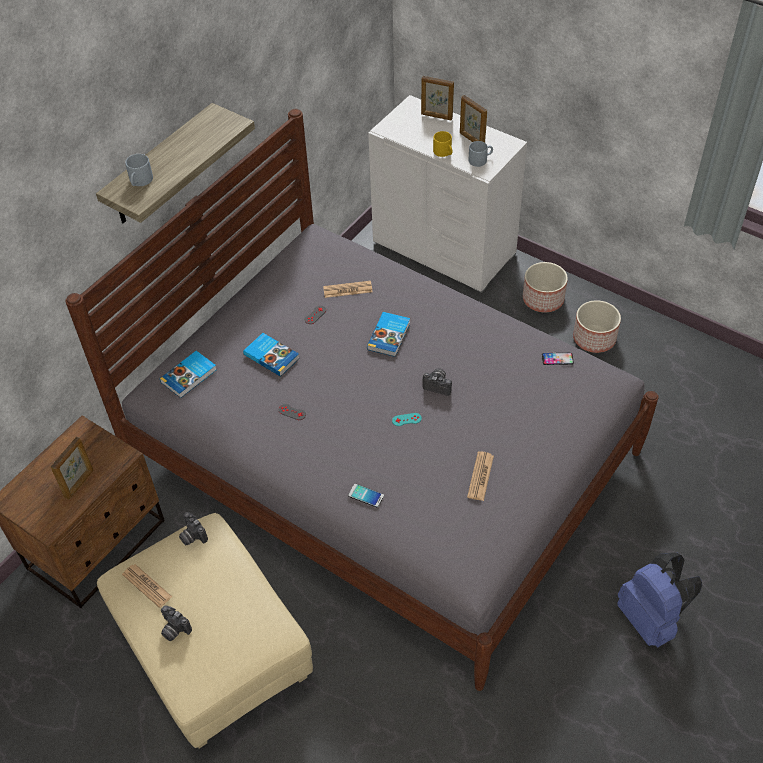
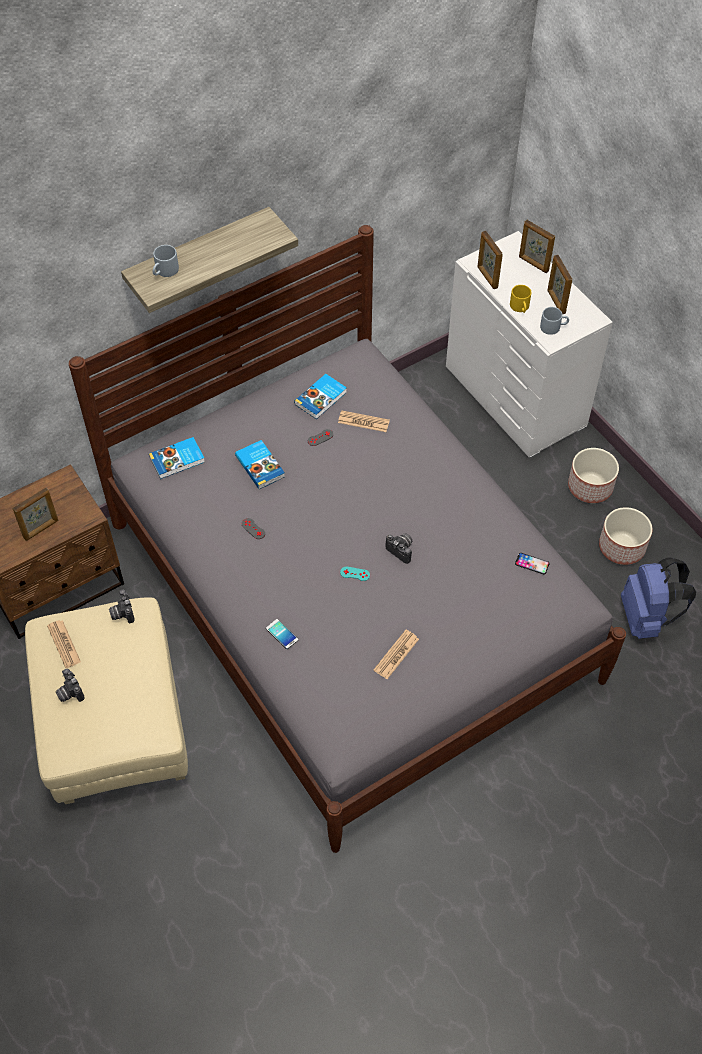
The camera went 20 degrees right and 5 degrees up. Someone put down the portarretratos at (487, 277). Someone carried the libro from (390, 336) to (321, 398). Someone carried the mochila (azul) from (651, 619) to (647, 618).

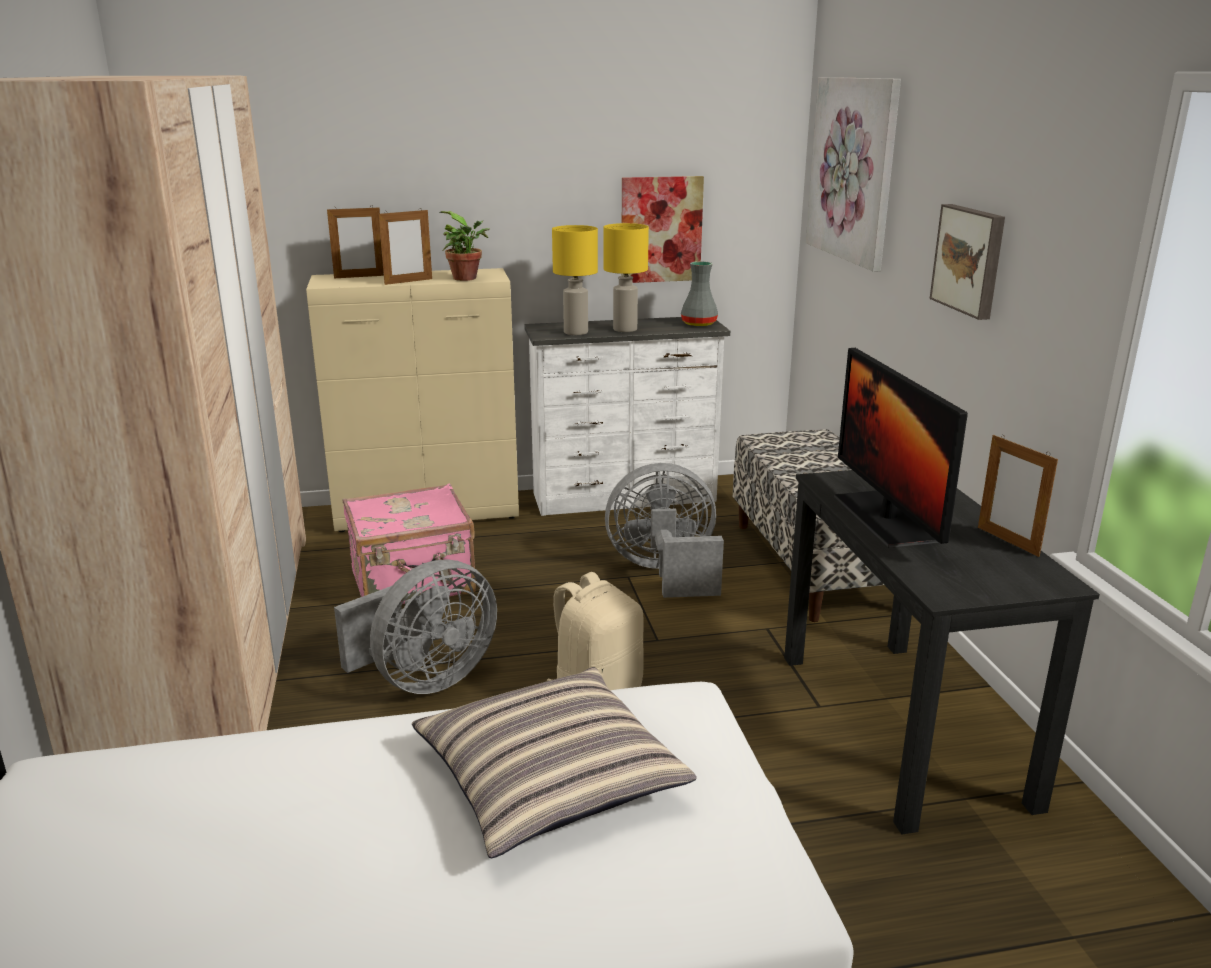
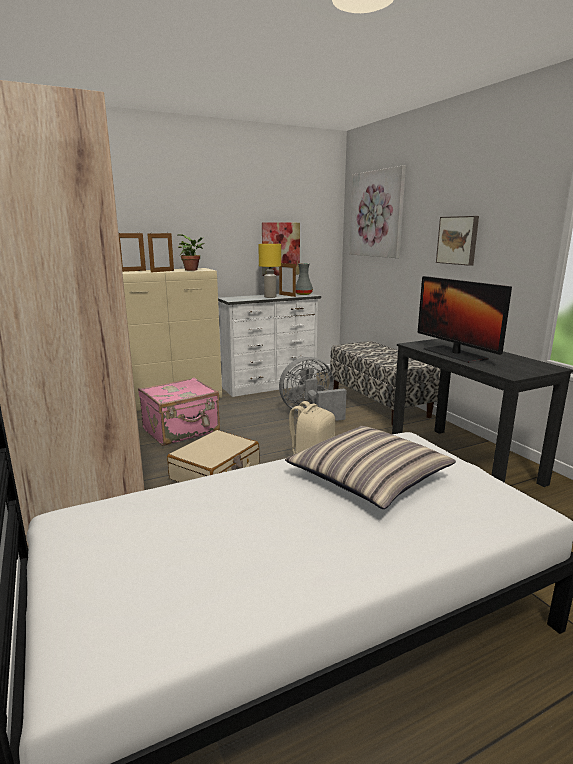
The camera went 15 degrees left and 5 degrees down. Someone took away the lámpara de mesa (amarillo) at (575, 332). Someone carried the portarretratos from (1007, 541) to (287, 295). Someone swapped the ventilador (gris) at (425, 680) for the maleta (beis) at (216, 472).

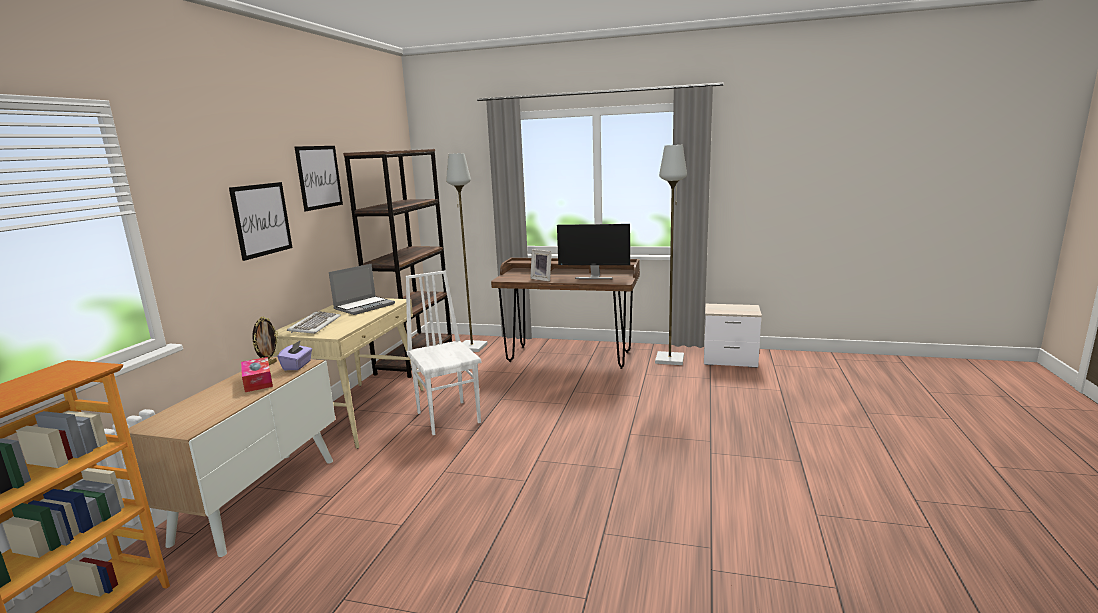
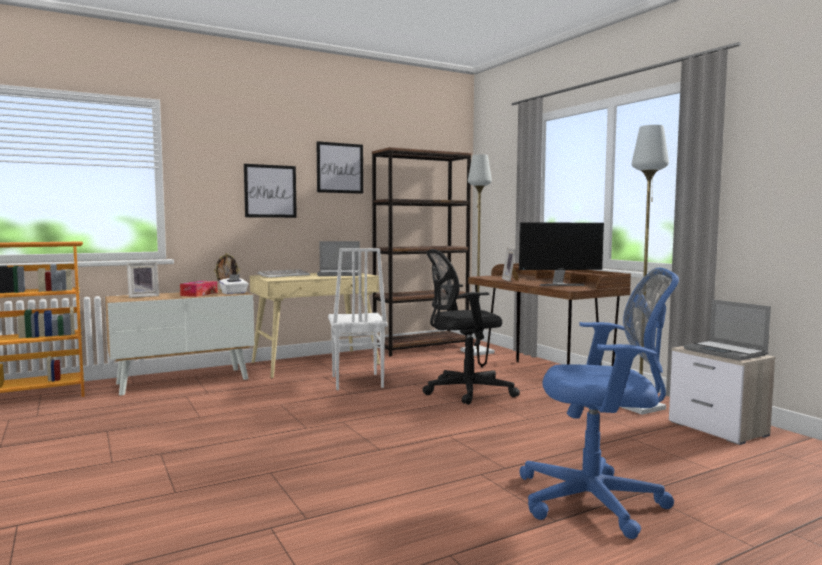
The camera went 45 degrees right and 10 degrees down. Someone put down the portarretratos at (143, 296). Someone put down the silla de oficina (negro) at (464, 391). Someone put down the silla de oficina (azul) at (598, 502). Someone put down the portátil at (726, 352). Someone repainted the caja de pañuelos (morado) at (297, 365), which became the caja de pañuelos (blanco) at (234, 293). Someone rotated the silla (blanco) at (449, 417) by 150 degrees clockwise. Someone rotated the monitor at (594, 277) by 60 degrees counterclockwise.

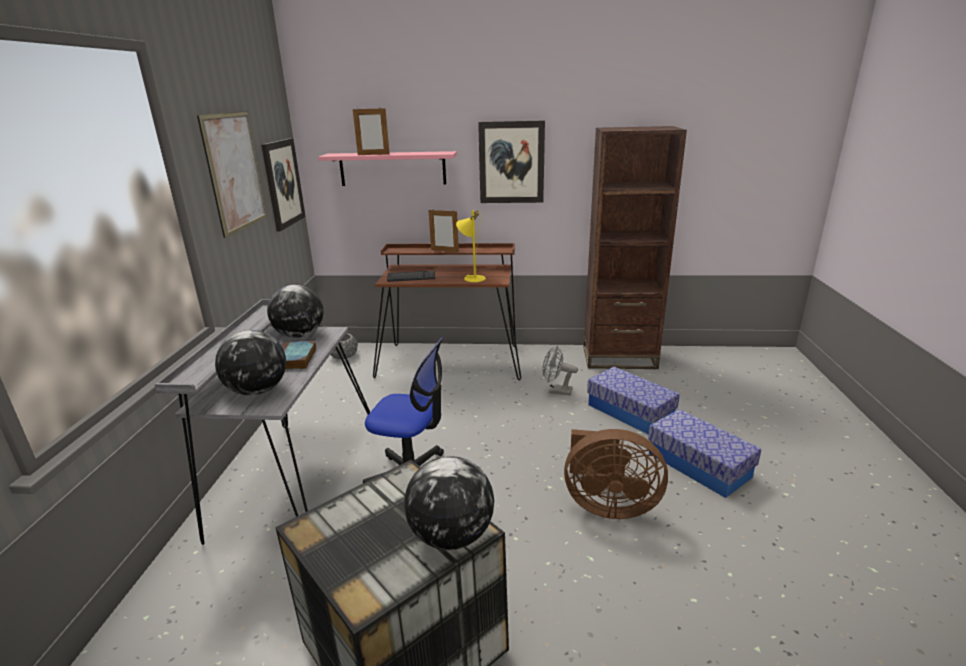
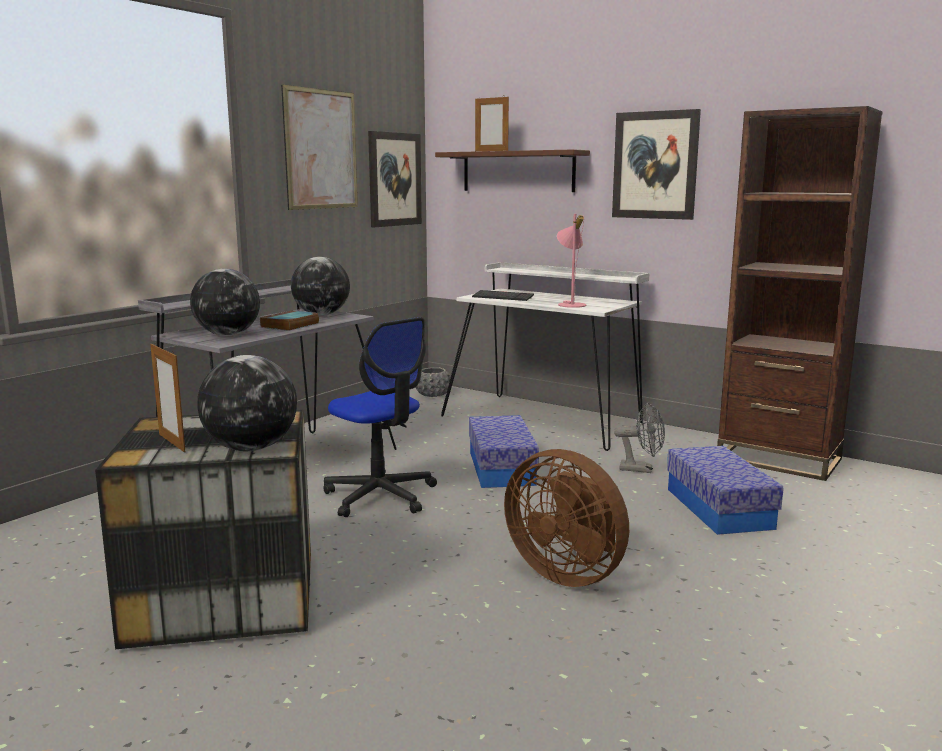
The camera went 30 degrees right and 10 degrees down. Someone carried the portarretratos from (444, 250) to (172, 443). Someone carried the caja de almacenaje from (698, 465) to (501, 468). Someone repainted the estante (rosa) at (392, 168), which became the estante (marrón) at (518, 171). Someone repainted the escritorio (marrón) at (451, 360), which became the escritorio (blanco) at (546, 419). Someone repainted the lámpara de mesa (amarillo) at (472, 277), which became the lámpara de mesa (rosa) at (570, 304). Someone rotated the ventilador (gris) at (556, 391) by 150 degrees clockwise.

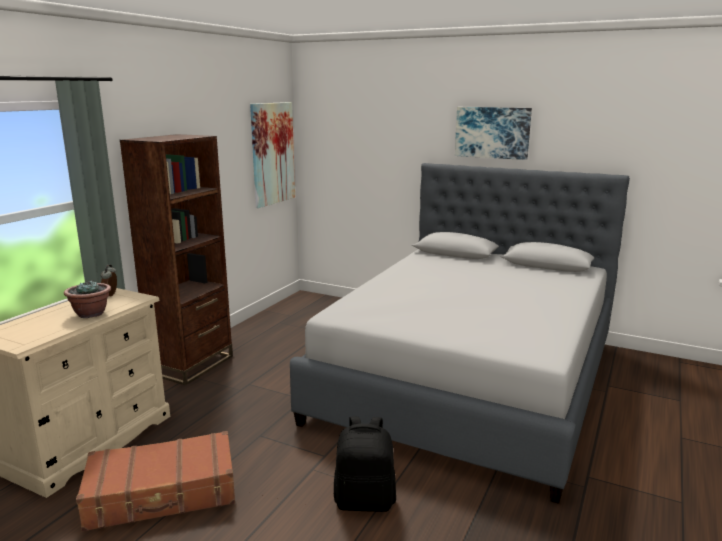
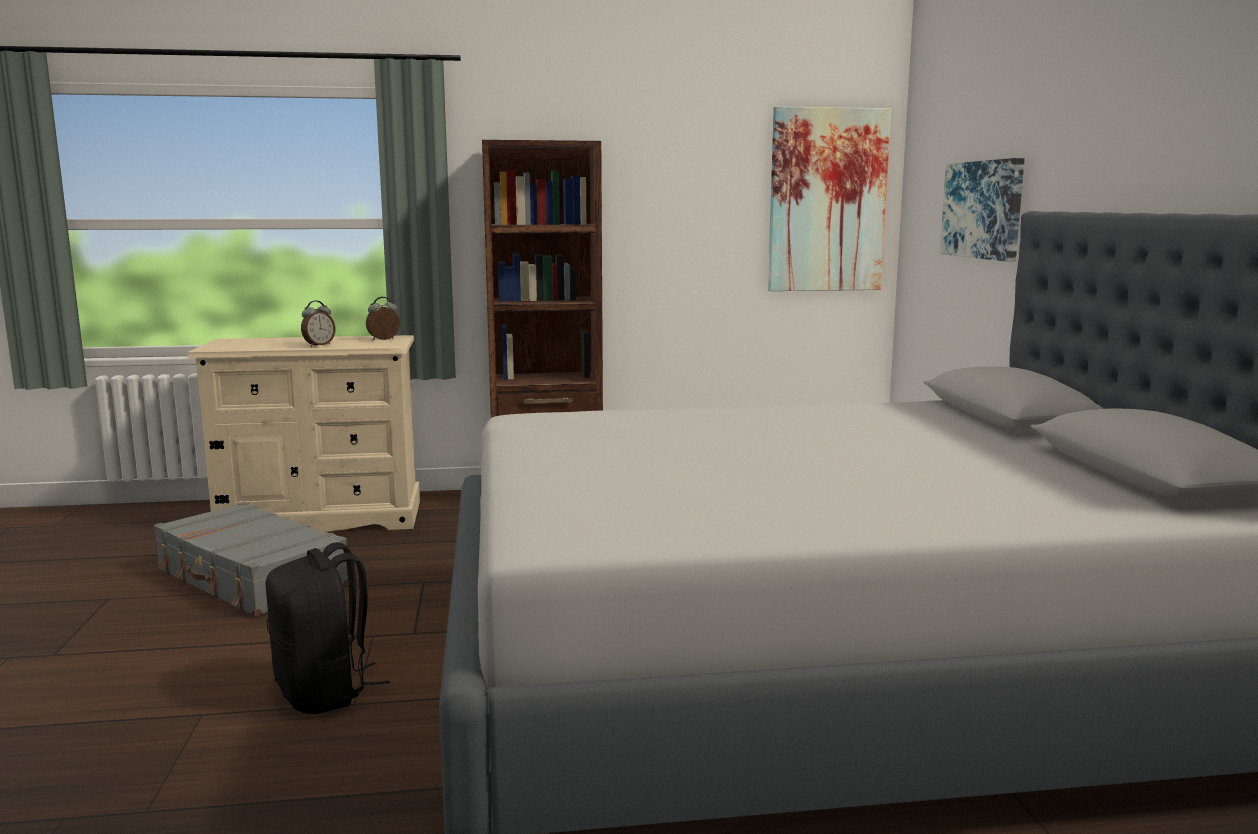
The camera went 55 degrees right and 5 degrees down. Someone carried the cuadro from (492, 132) to (983, 209). Someone swapped the planta en maceta at (91, 314) for the despertador at (318, 345). Someone repainted the maleta (marrón) at (162, 494), which became the maleta (gris) at (250, 578).

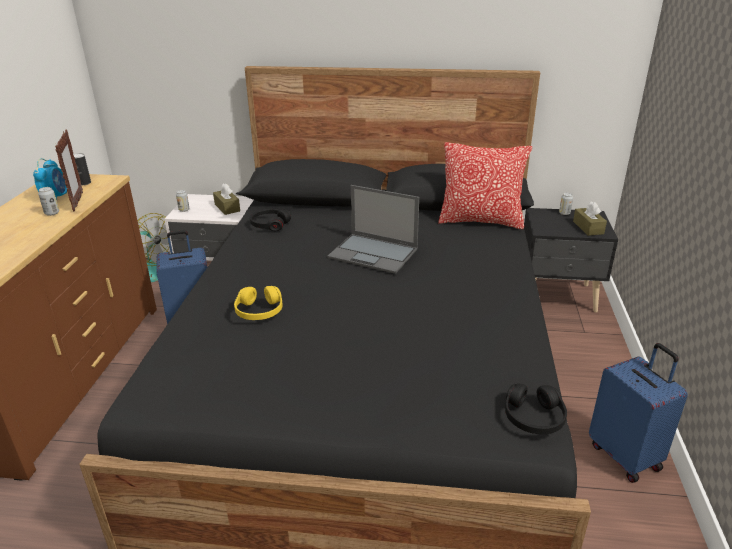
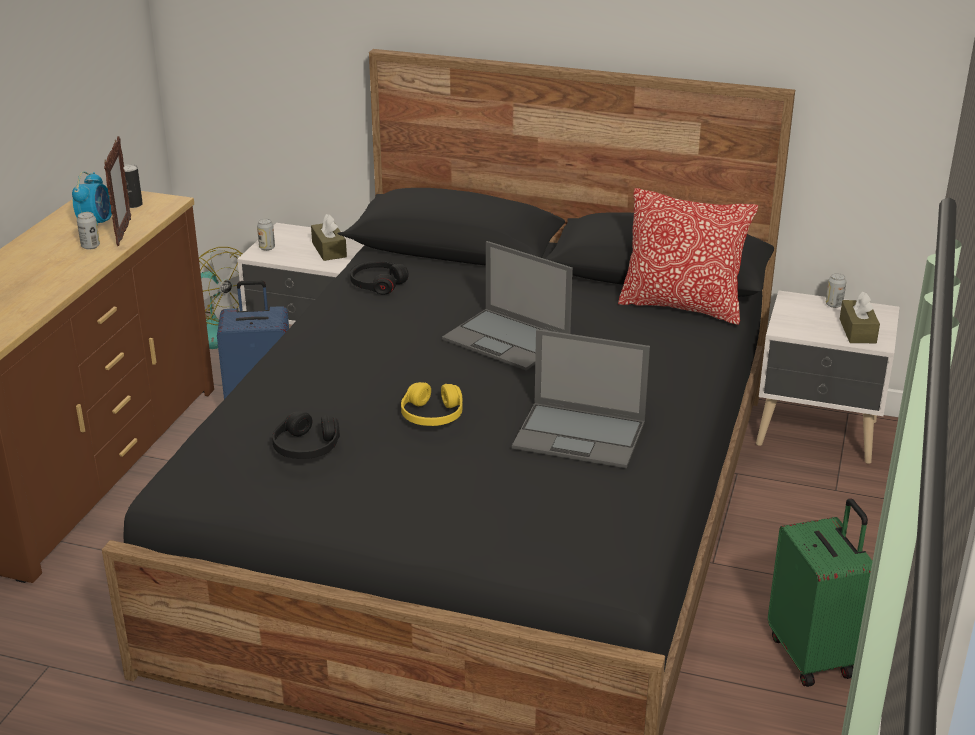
The camera went 10 degrees right and 0 degrees up. Someone put down the portátil at (581, 435). Someone carried the auriculares (amarillo) from (259, 311) to (432, 415). Someone carried the auriculares (negro) from (533, 417) to (306, 447). Someone repainted the mesita de noche (negro) at (557, 297), which became the mesita de noche (blanco) at (818, 435). Someone repainted the maleta (azul) at (625, 456), which became the maleta (verde) at (813, 655).

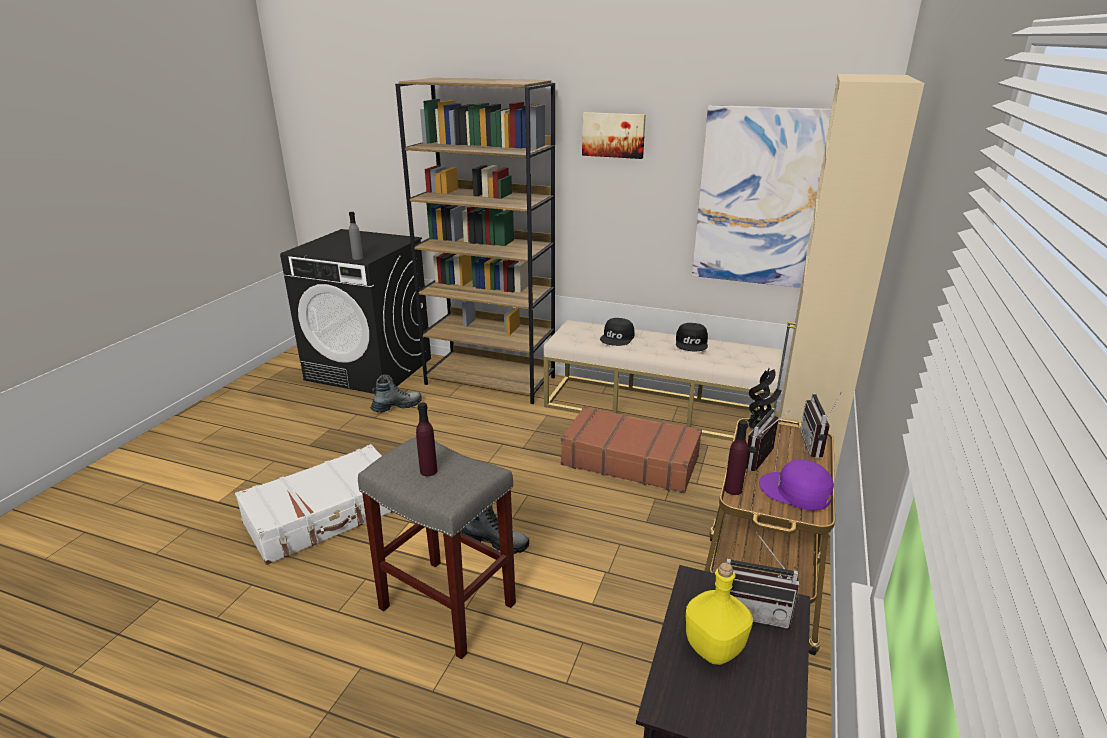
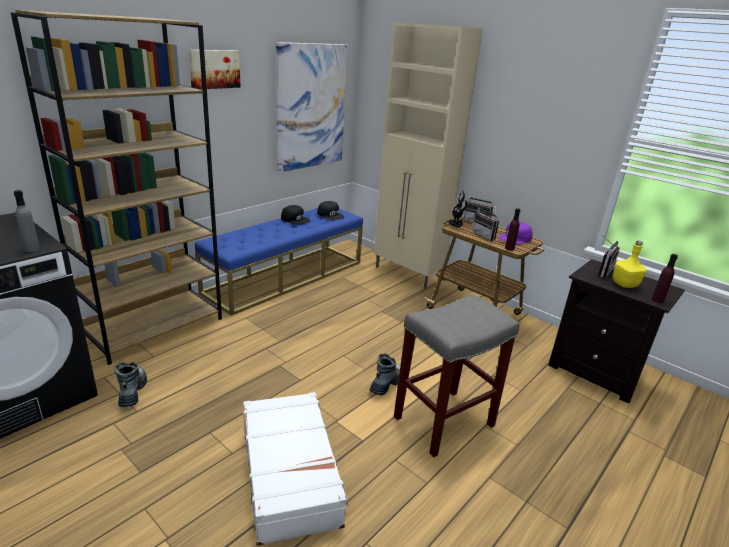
The camera went 70 degrees left and 0 degrees up. Someone took away the maleta (marrón) at (630, 460). Someone carried the botella (morado) from (428, 471) to (657, 300). Someone carried the gorra (negro) from (618, 337) to (330, 215). Someone repainted the banco (beis) at (658, 409), which became the banco (azul) at (286, 277).

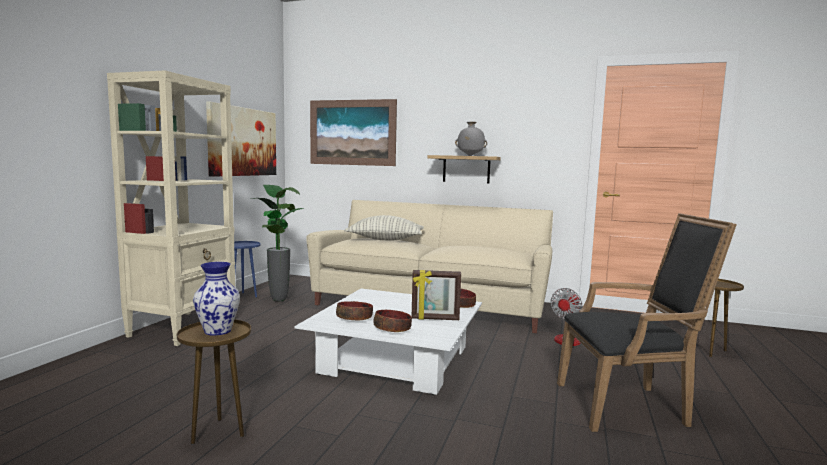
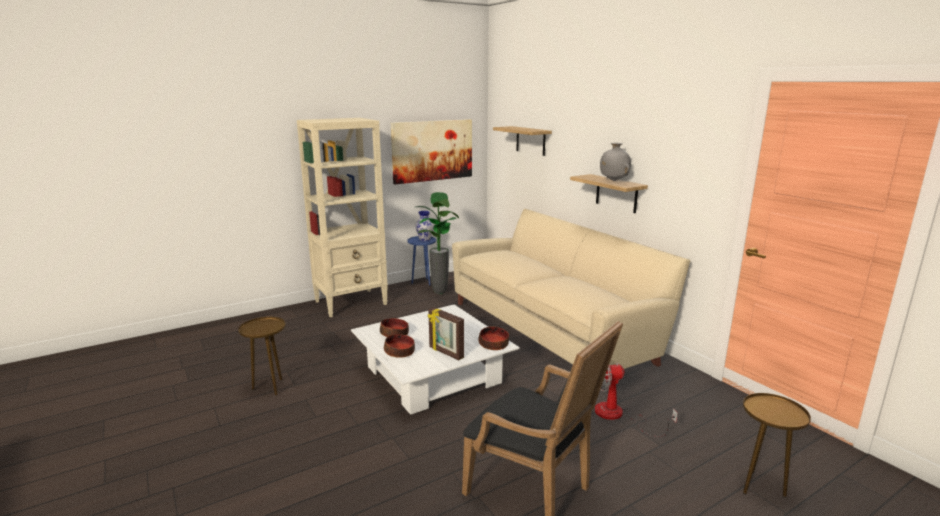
The camera went 40 degrees right and 10 degrees up. Someone took away the cojín at (385, 239). Someone carried the florero from (218, 331) to (425, 240). Someone swapped the cuadro at (352, 132) for the estante at (530, 140).

